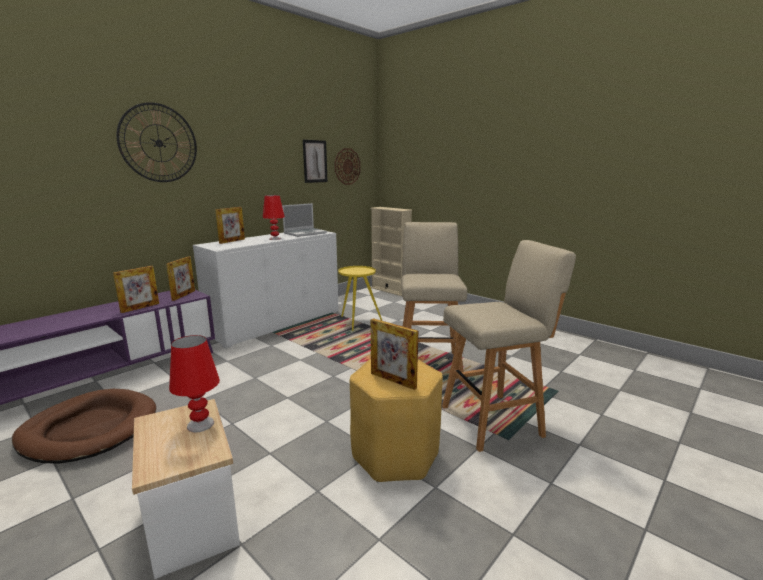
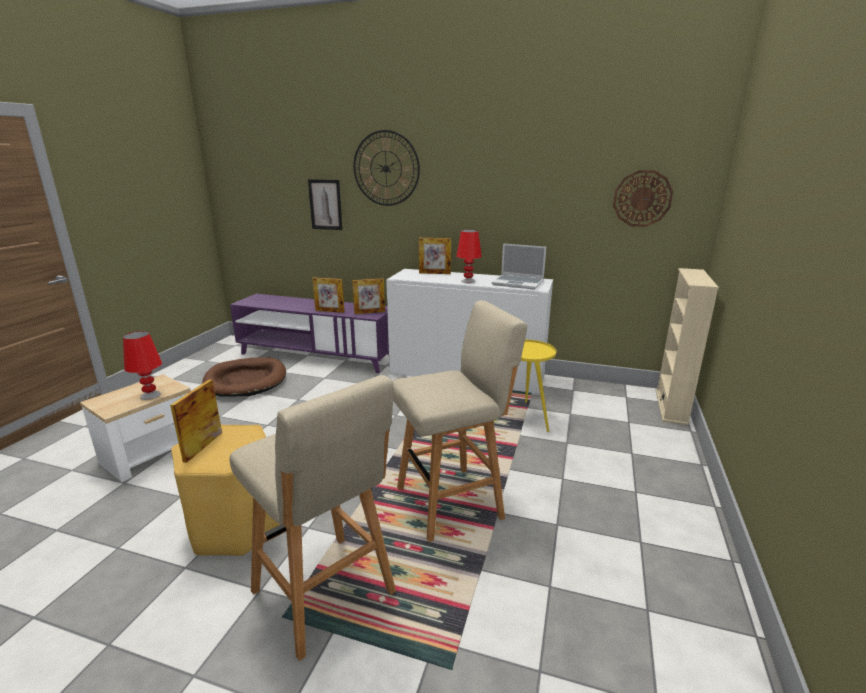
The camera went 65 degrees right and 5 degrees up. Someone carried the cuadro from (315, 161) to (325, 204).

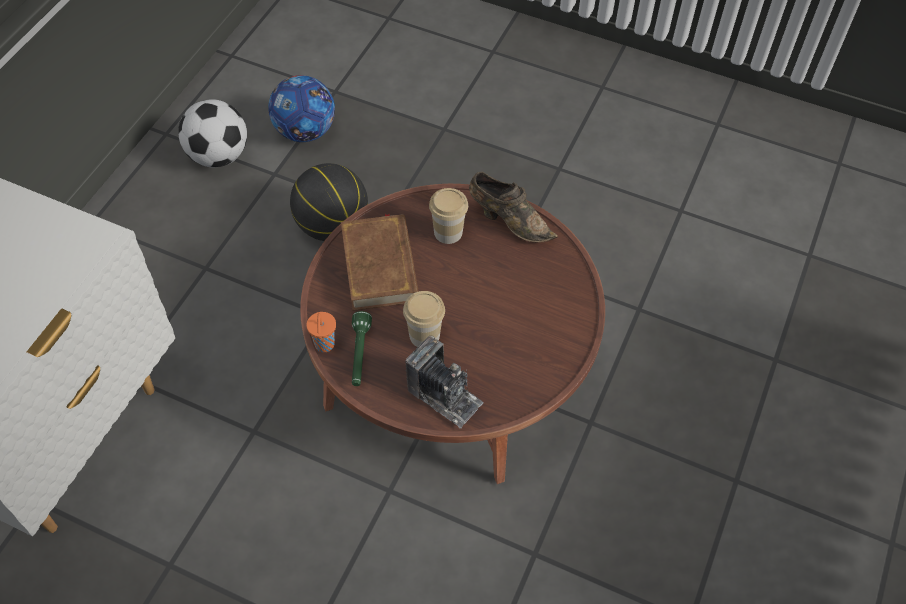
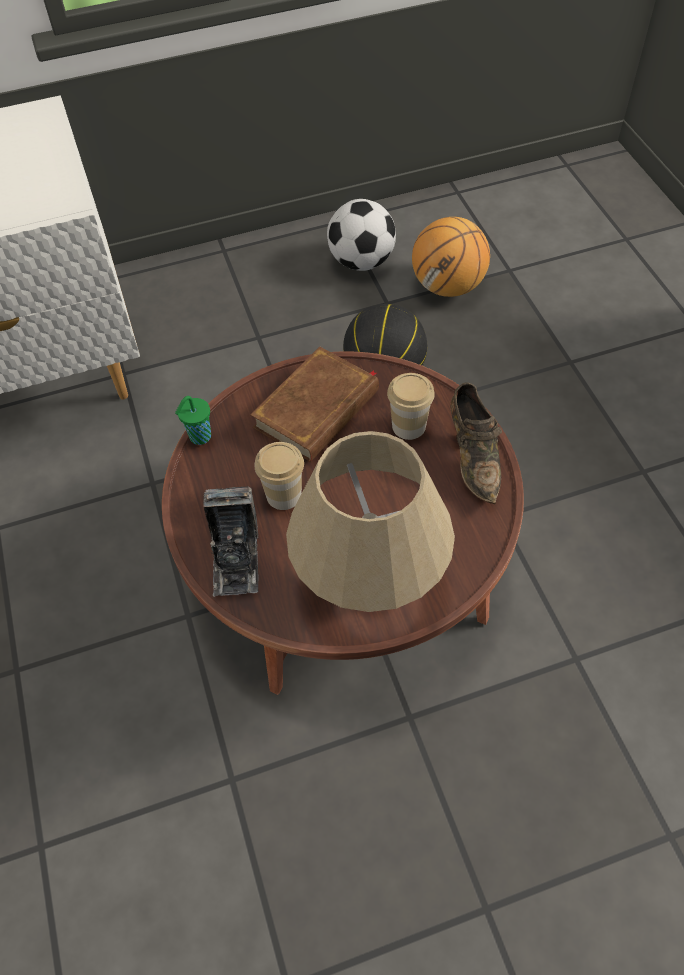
The camera went 50 degrees right and 0 degrees up. Someone took away the linterna (verde) at (359, 354). Someone put down the lámpara de mesa (beis) at (370, 585). Someone swapped the balón de fútbol at (305, 131) for the balón de baloncesto at (448, 286). Someone repainted the taza (naranja) at (324, 345), which became the taza (verde) at (199, 437).

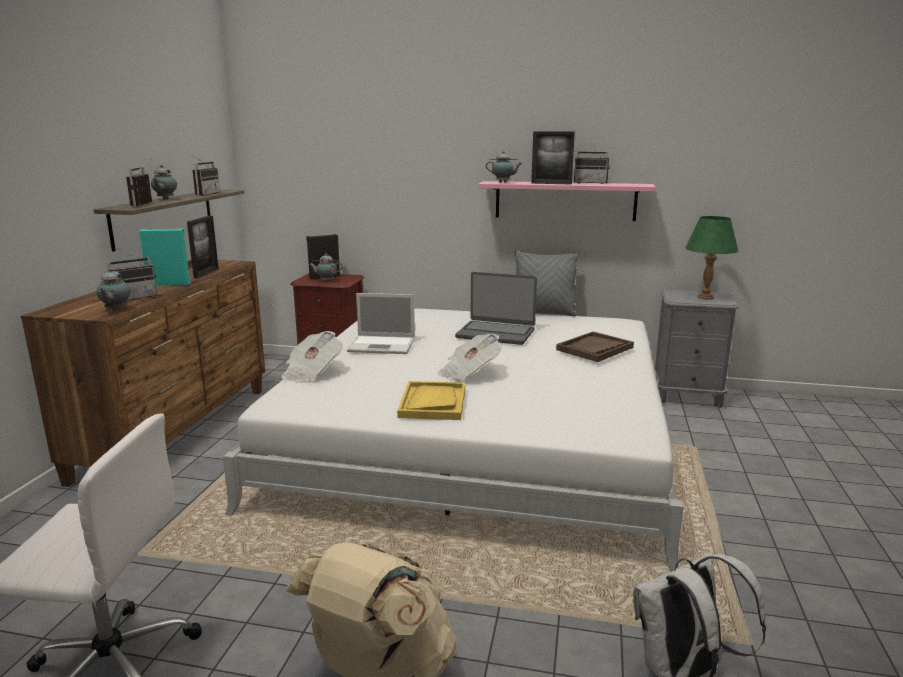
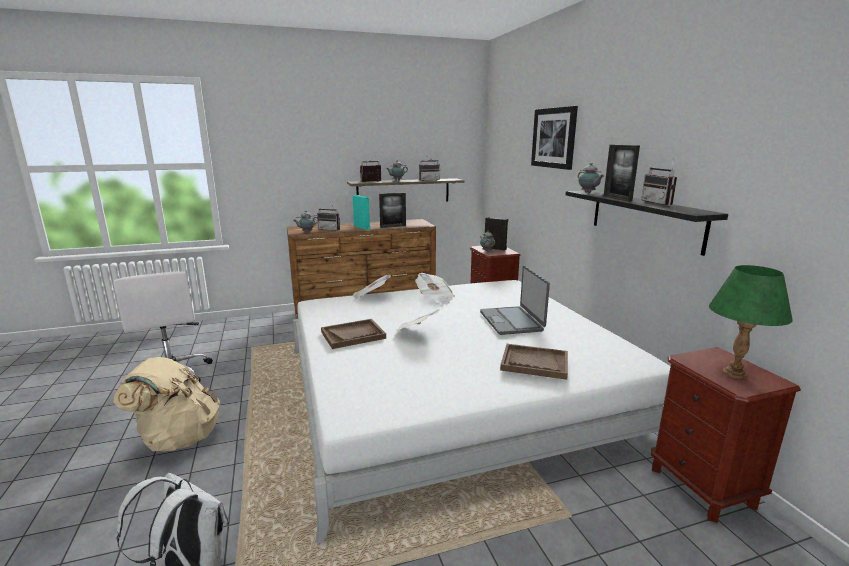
The camera went 60 degrees right and 0 degrees up. Someone took away the cojín (gris) at (543, 314). Someone put up the cuadro at (554, 138). Someone swapped the portátil at (383, 345) for the periódico at (435, 299). Someone repainted the bandeja (amarillo) at (433, 402), which became the bandeja (marrón) at (353, 335). Someone repainted the estante (rosa) at (565, 201), which became the estante (negro) at (644, 219). Someone repainted the mesita de noche (gris) at (687, 396), which became the mesita de noche (marrón) at (702, 487).

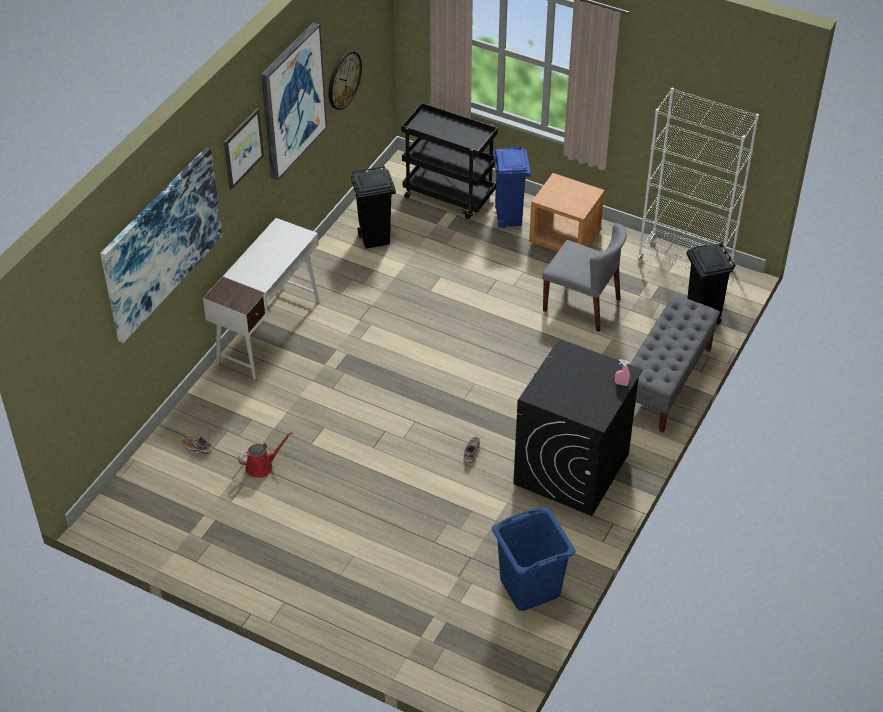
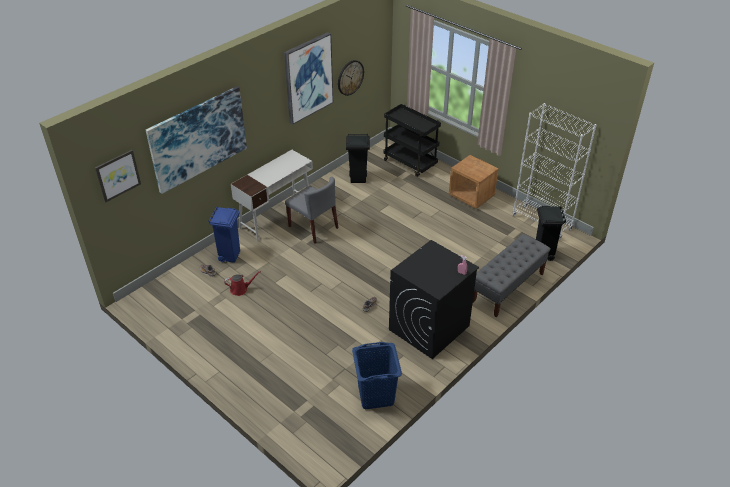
The camera went 15 degrees right and 5 degrees down. Someone carried the cuadro from (242, 148) to (117, 175). Someone carried the papelera (azul) from (508, 218) to (230, 256). Someone carried the silla (gris) from (582, 305) to (313, 227).

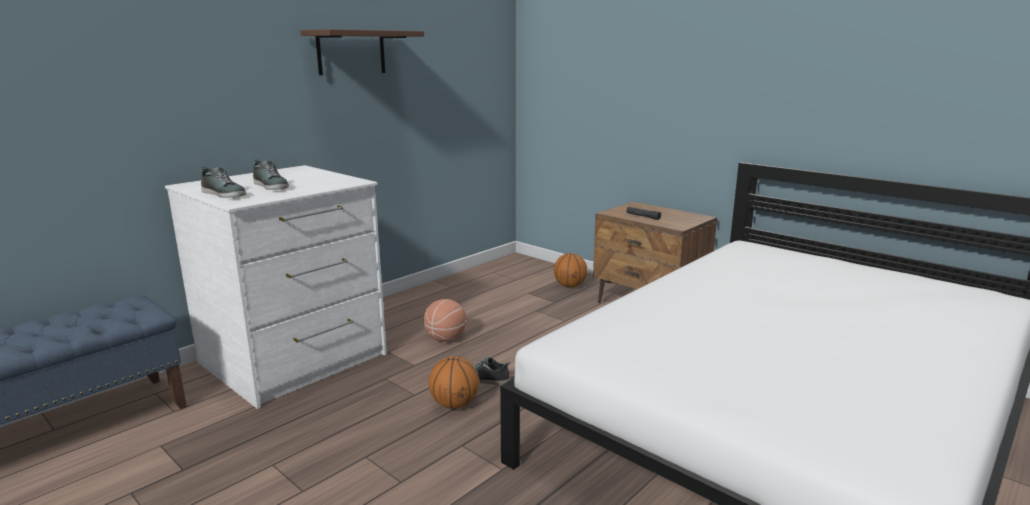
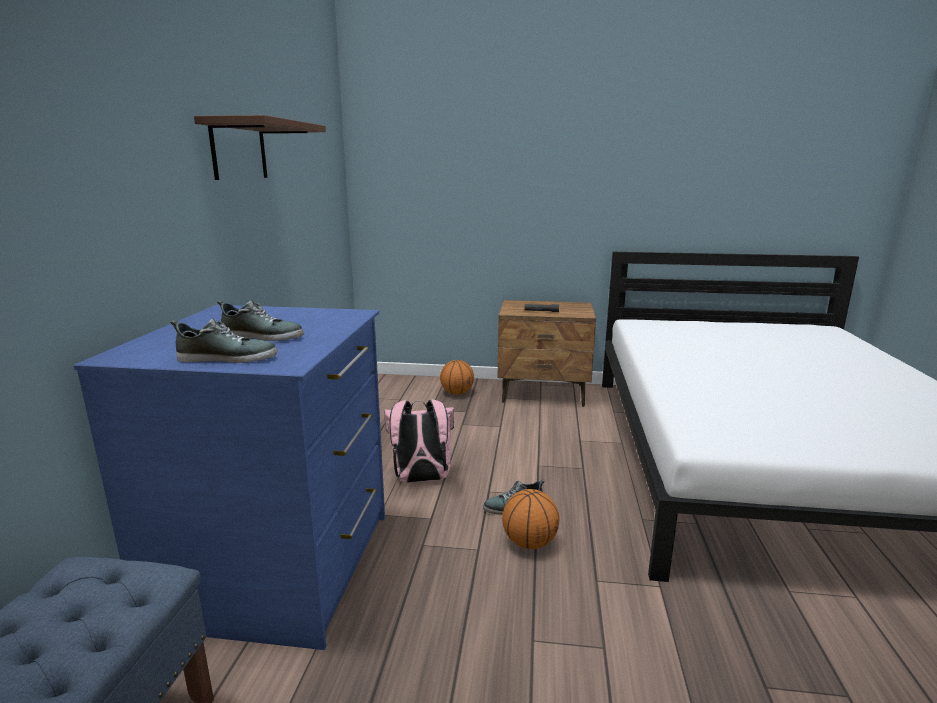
The camera went 35 degrees left and 0 degrees up. Someone swapped the balón de baloncesto at (445, 339) for the mochila (rosa) at (421, 479). Someone repainted the cómoda (blanco) at (294, 359), which became the cómoda (azul) at (281, 567).

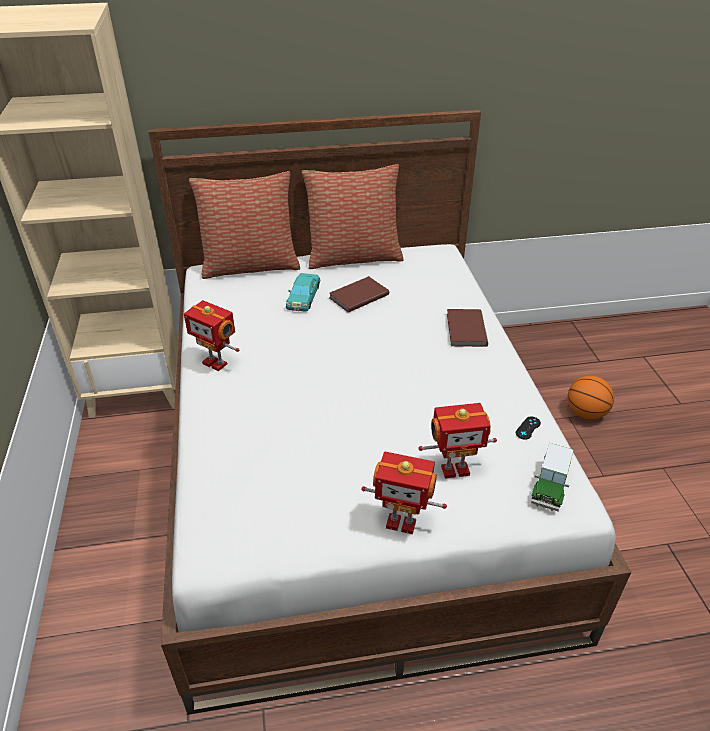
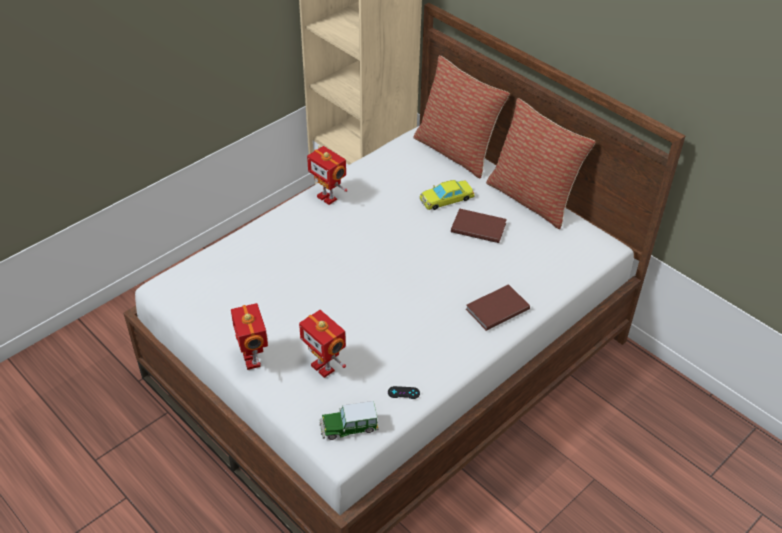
The camera went 55 degrees right and 5 degrees up. Someone took away the balón de baloncesto at (585, 413). Someone repainted the coche de juguete (turquesa) at (303, 296), which became the coche de juguete (amarillo) at (446, 198). Someone rotated the robot de juguete at (216, 363) by 45 degrees counterclockwise.

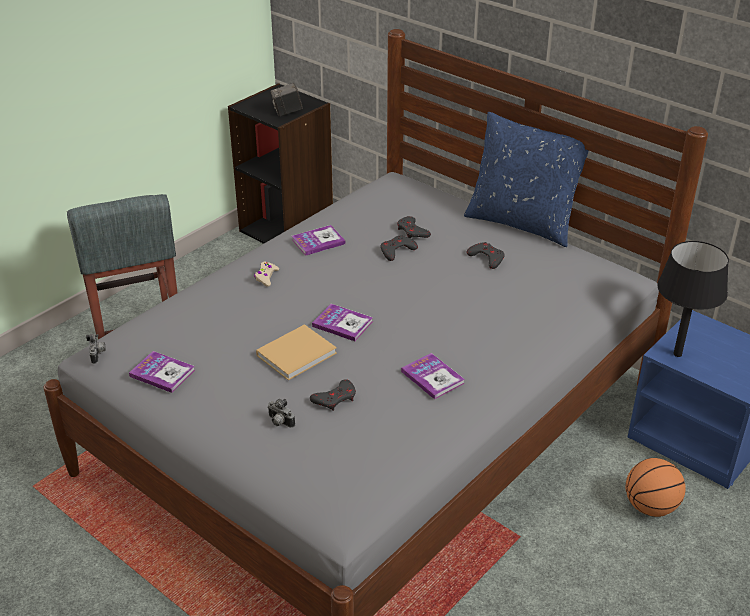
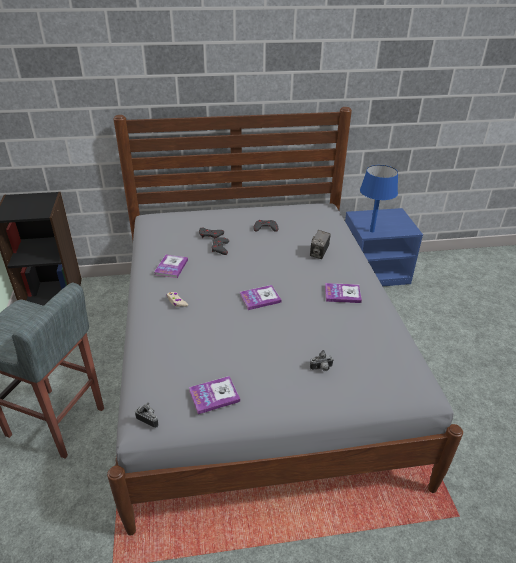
The camera went 50 degrees left and 0 degrees up. Someone took away the libro (beis) at (298, 353). Someone took away the mando de consola (gris) at (335, 398). Someone took away the cojín (azul) at (522, 223). Someone took away the balón de baloncesto at (650, 507). Someone carried the cámara from (287, 112) to (319, 254). Someone repainted the lámpara de mesa (negro) at (677, 354), which became the lámpara de mesa (azul) at (371, 231).

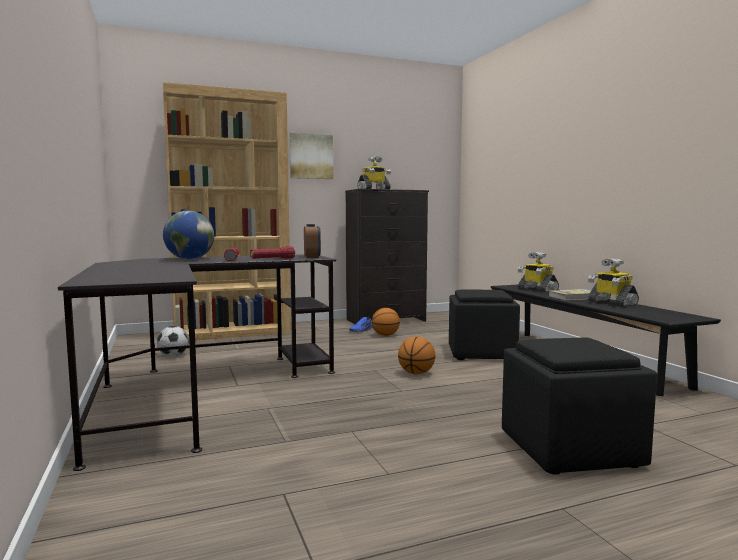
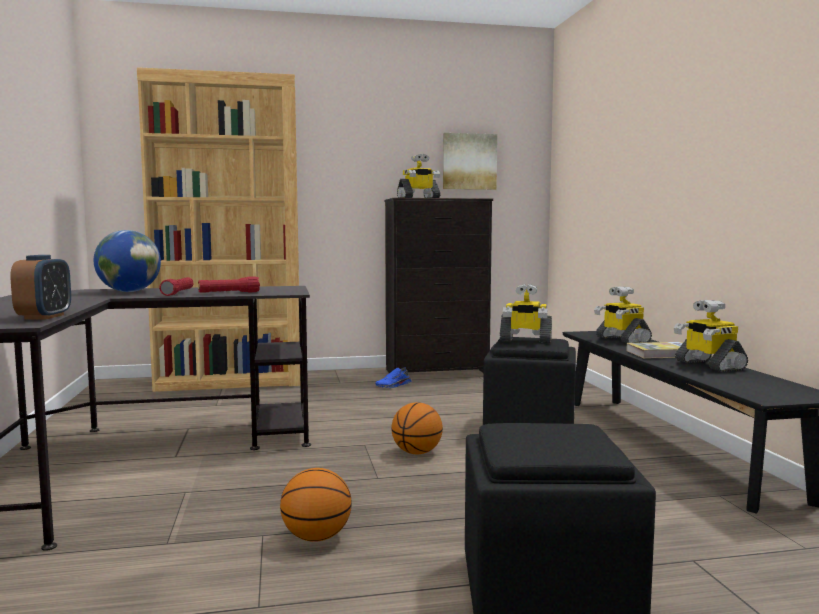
The camera went 10 degrees right and 0 degrees up. Someone took away the balón de fútbol at (173, 355). Someone put down the robot de juguete at (525, 340). Someone carried the cuadro from (311, 156) to (469, 161). Someone carried the despertador from (312, 257) to (44, 317). Someone carried the balón de baloncesto from (385, 335) to (316, 537).

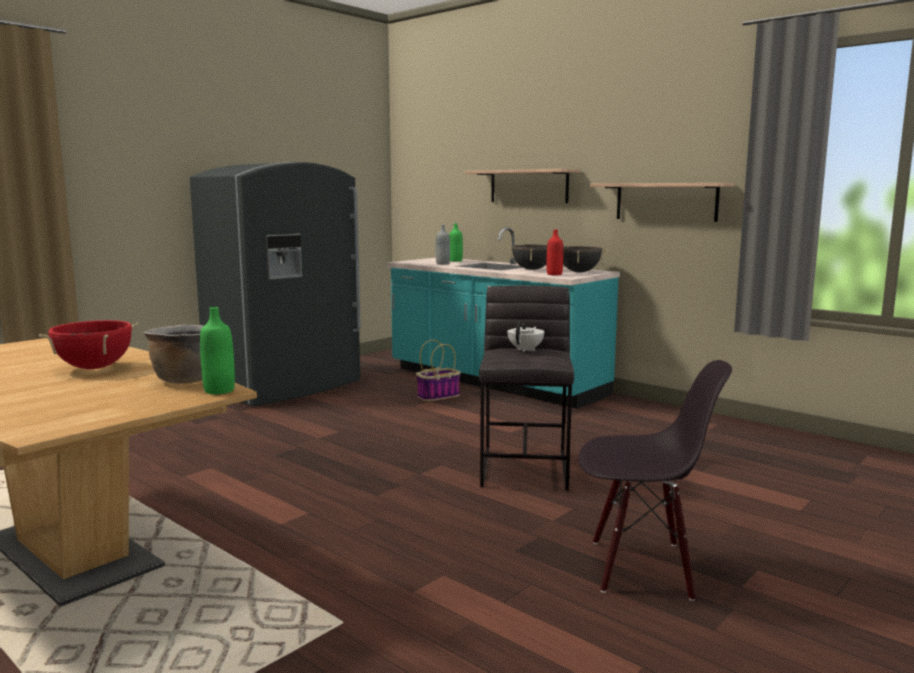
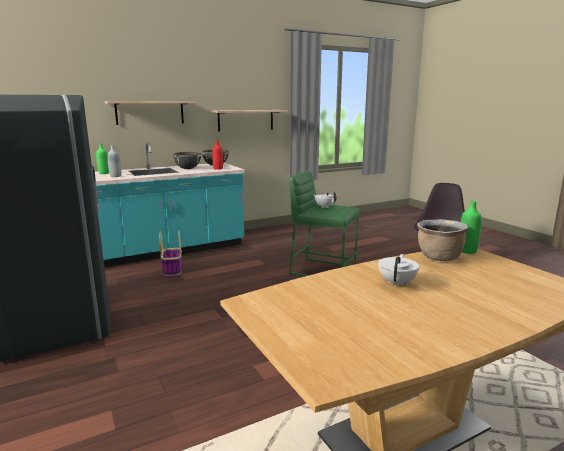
The camera went 70 degrees left and 5 degrees up. Someone swapped the olla (rojo) at (94, 368) for the tetera (blanco) at (397, 283). Someone repainted the taburete (gris) at (525, 468), which became the taburete (verde) at (322, 270).

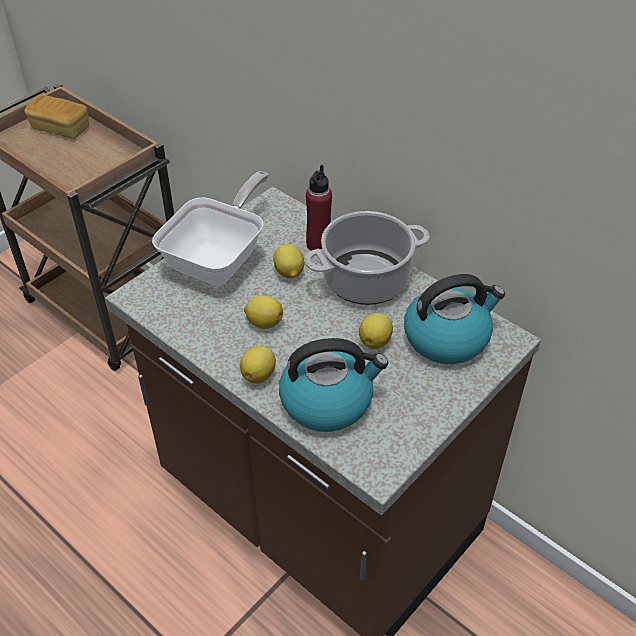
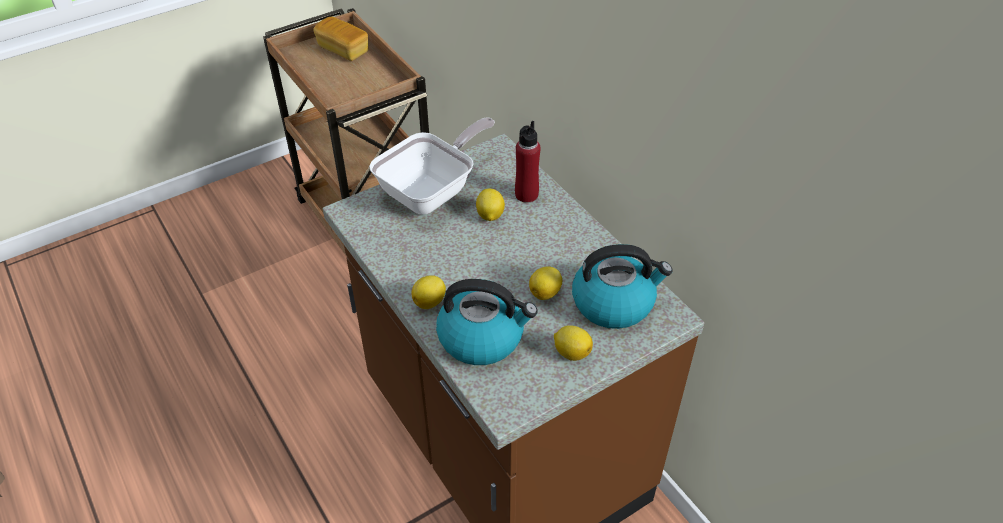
The camera went 15 degrees right and 0 degrees up. Someone took away the olla at (366, 279). Someone carried the limón from (263, 322) to (571, 352).

